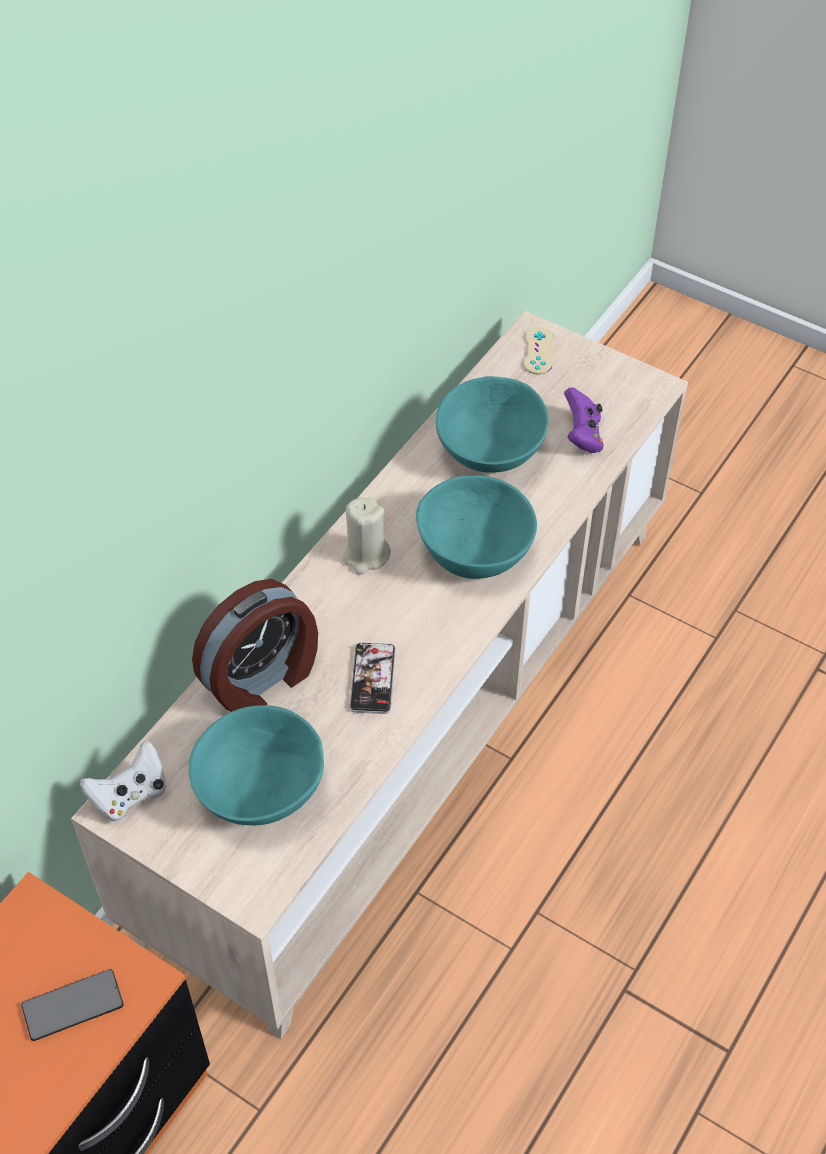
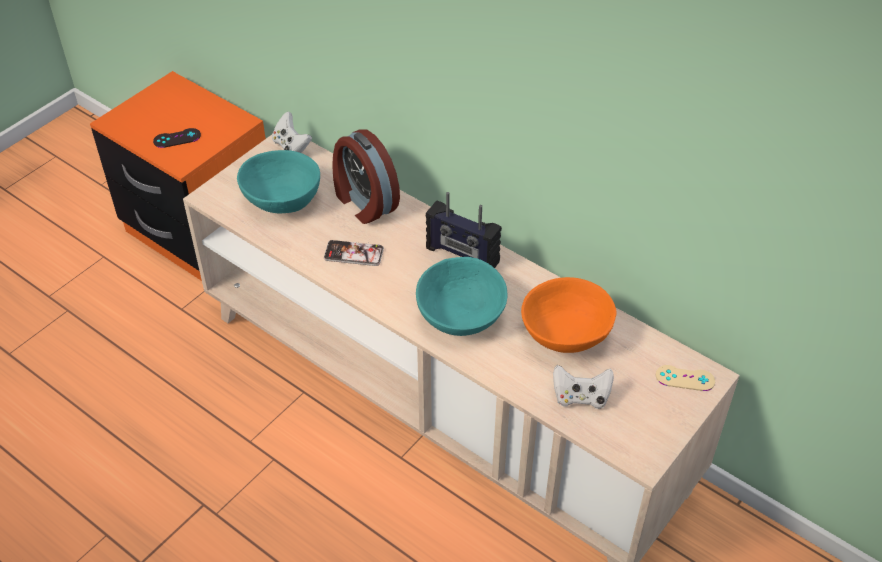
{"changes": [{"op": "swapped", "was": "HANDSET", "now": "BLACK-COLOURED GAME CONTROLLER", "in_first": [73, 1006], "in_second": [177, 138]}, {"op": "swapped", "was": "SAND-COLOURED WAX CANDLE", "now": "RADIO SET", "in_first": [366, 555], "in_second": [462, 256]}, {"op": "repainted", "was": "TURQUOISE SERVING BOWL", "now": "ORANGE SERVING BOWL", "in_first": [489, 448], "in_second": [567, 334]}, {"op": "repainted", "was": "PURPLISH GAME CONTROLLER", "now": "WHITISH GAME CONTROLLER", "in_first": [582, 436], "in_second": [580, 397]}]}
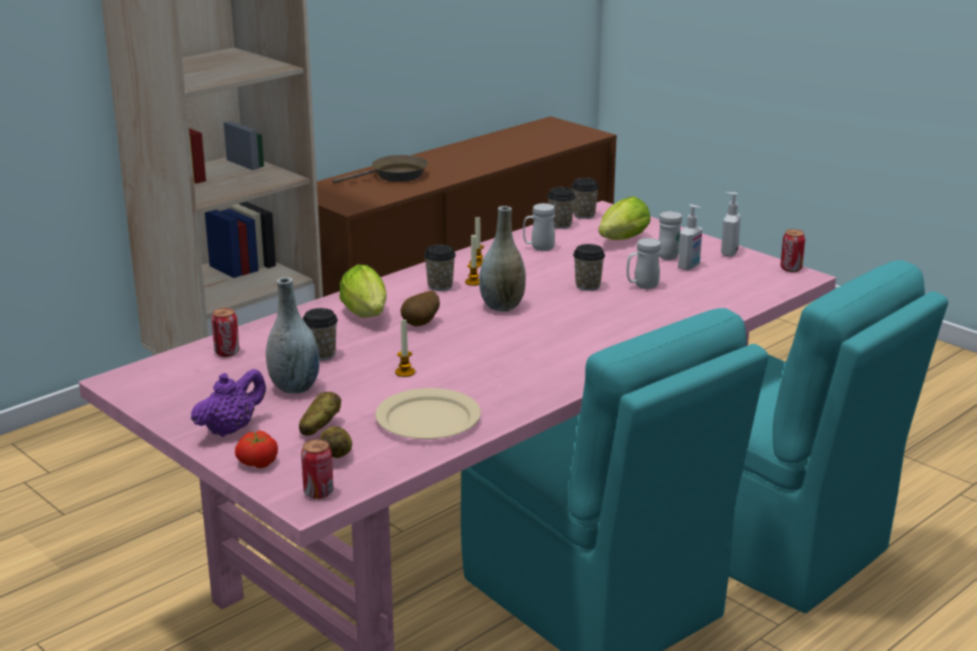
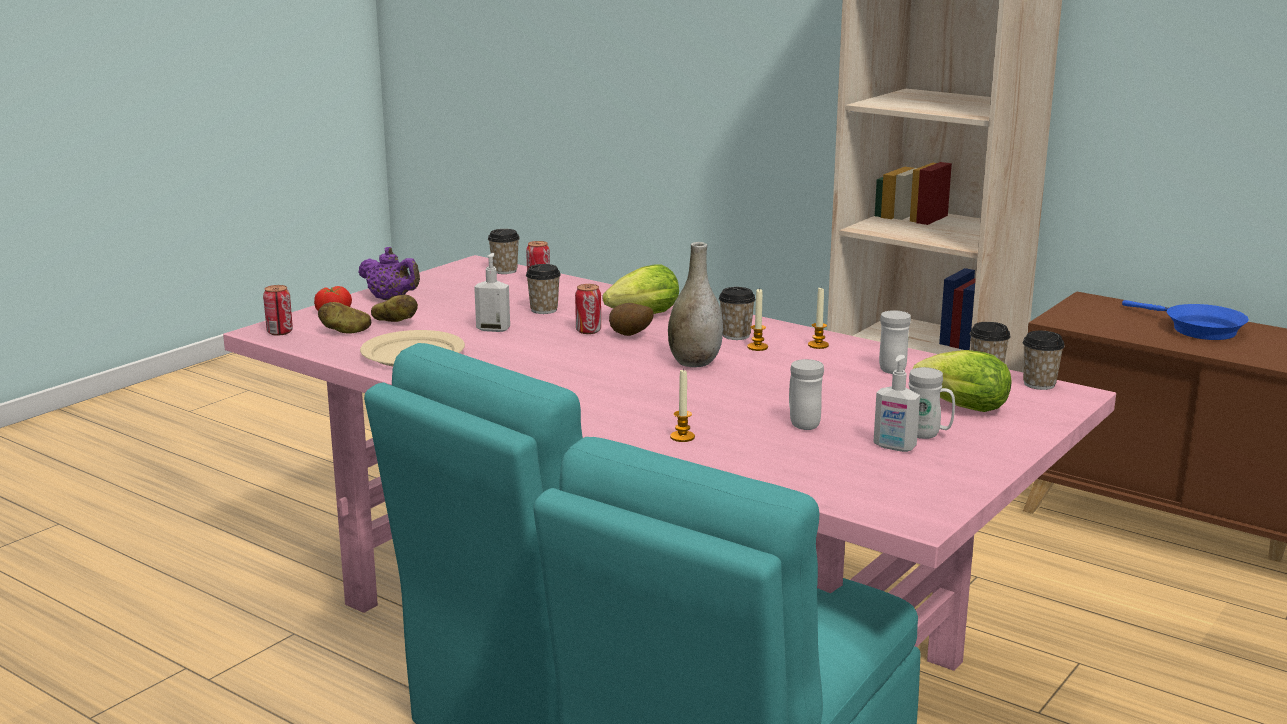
{"changes": [{"op": "shifted", "was": "LIQUID SOAP BOTTLE", "in_first": [728, 253], "in_second": [493, 329]}, {"op": "shifted", "was": "SMALL CUP", "in_first": [588, 286], "in_second": [504, 271]}, {"op": "shifted", "was": "CAN", "in_first": [791, 269], "in_second": [588, 331]}, {"op": "shifted", "was": "WAX CANDLE", "in_first": [405, 372], "in_second": [682, 437]}, {"op": "repainted", "was": "BROWNISH SKILLET", "now": "BLUE SKILLET", "in_first": [395, 176], "in_second": [1197, 329]}, {"op": "gone", "was": "GREYISH DECORATIVE VASE", "in_first": [294, 387]}]}
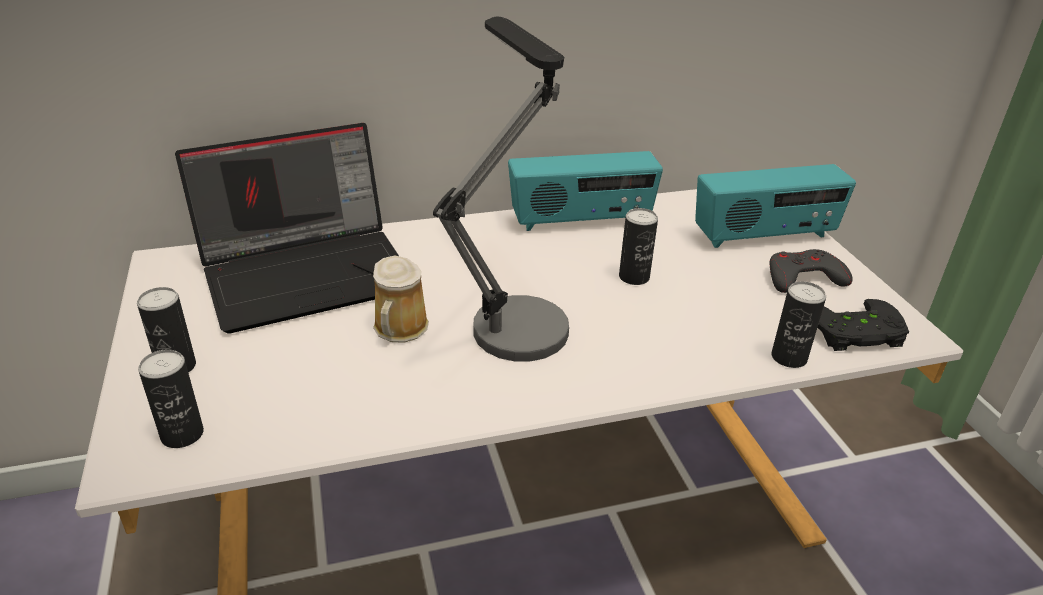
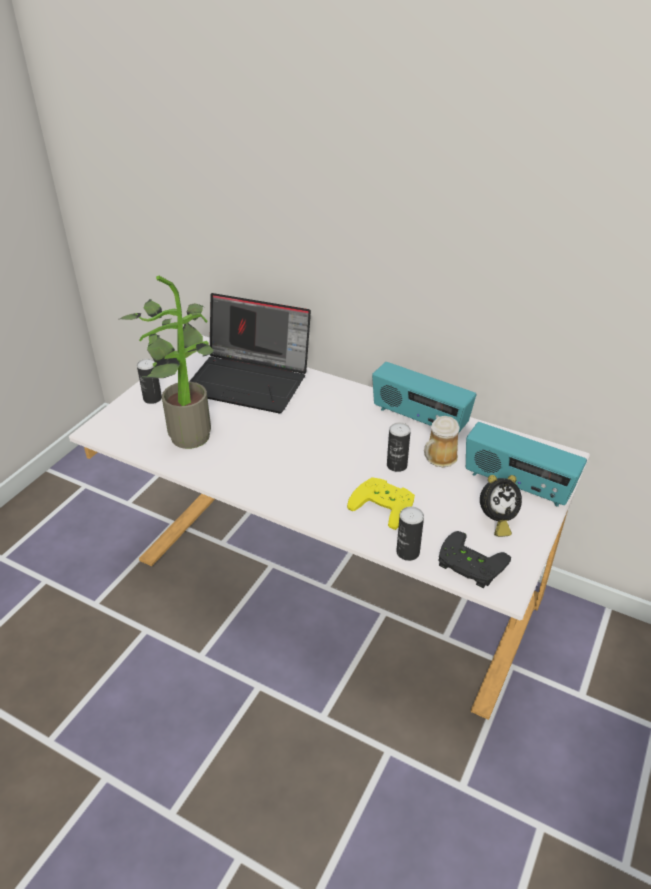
{"changes": [{"op": "new", "now": "PLANT IN A POT", "in_second": [187, 432]}, {"op": "new", "now": "YELLOW GAME CONTROLLER", "in_second": [385, 504]}, {"op": "shifted", "was": "MUG", "in_first": [399, 329], "in_second": [439, 458]}, {"op": "swapped", "was": "GREYISH GAME CONTROLLER", "now": "BEDSIDE CLOCK", "in_first": [803, 278], "in_second": [496, 521]}, {"op": "gone", "was": "CAN", "in_first": [182, 434]}, {"op": "gone", "was": "TABLE LAMP", "in_first": [513, 313]}]}
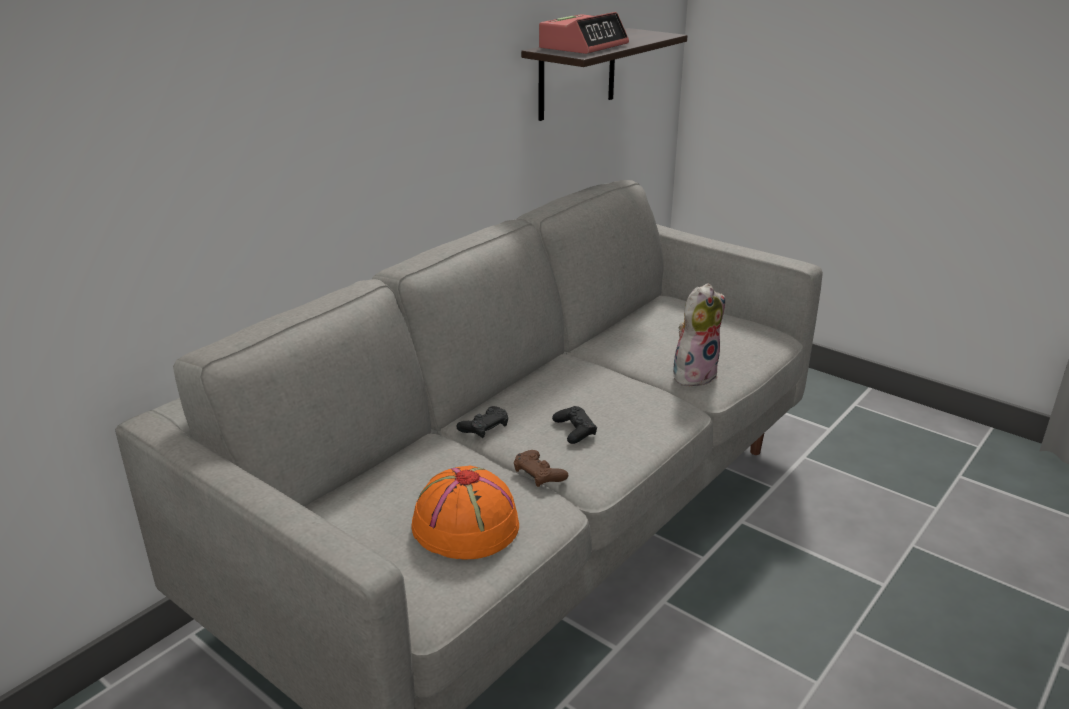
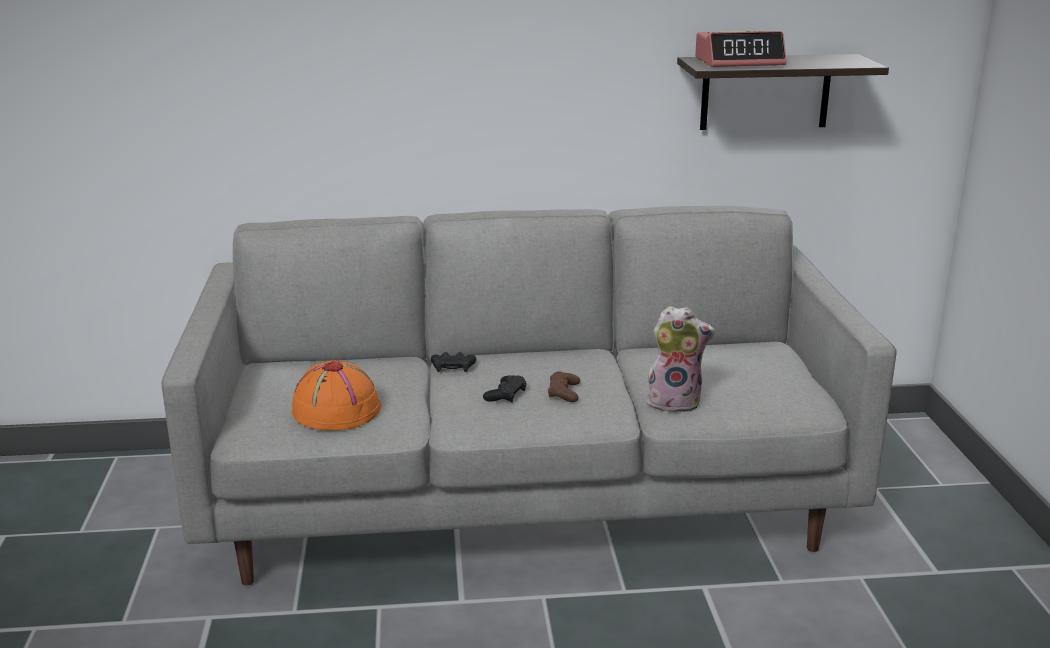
{"changes": [{"op": "shifted", "was": "BROWNISH GAME CONTROLLER", "in_first": [539, 474], "in_second": [564, 392]}]}
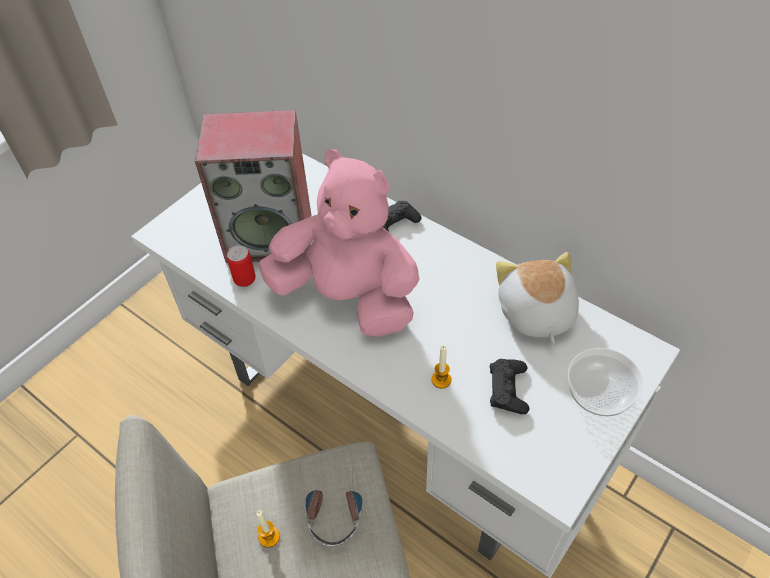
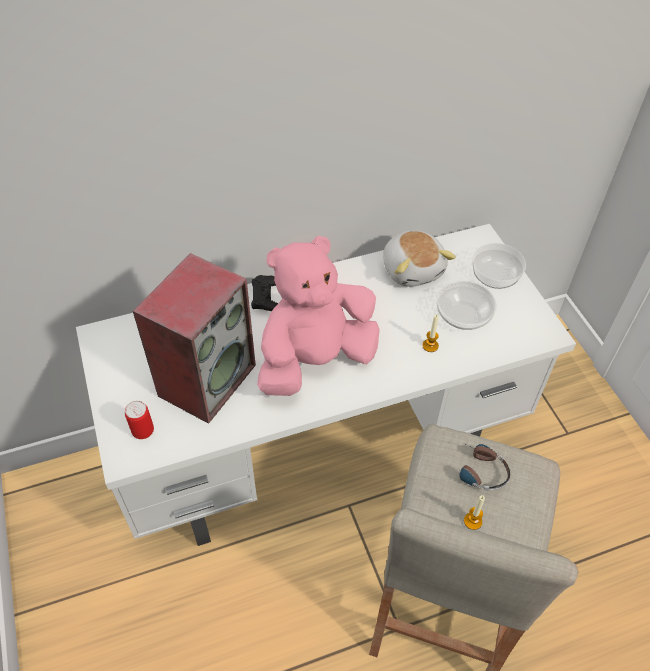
{"changes": [{"op": "shifted", "was": "CAN", "in_first": [245, 280], "in_second": [143, 431]}, {"op": "rotated", "was": "CUDDLY TOY", "in_first": [535, 313], "in_second": [413, 269], "clockwise": -135}, {"op": "swapped", "was": "BLACK-COLOURED GAME CONTROLLER", "now": "SERVING BOWL", "in_first": [508, 389], "in_second": [462, 316]}]}
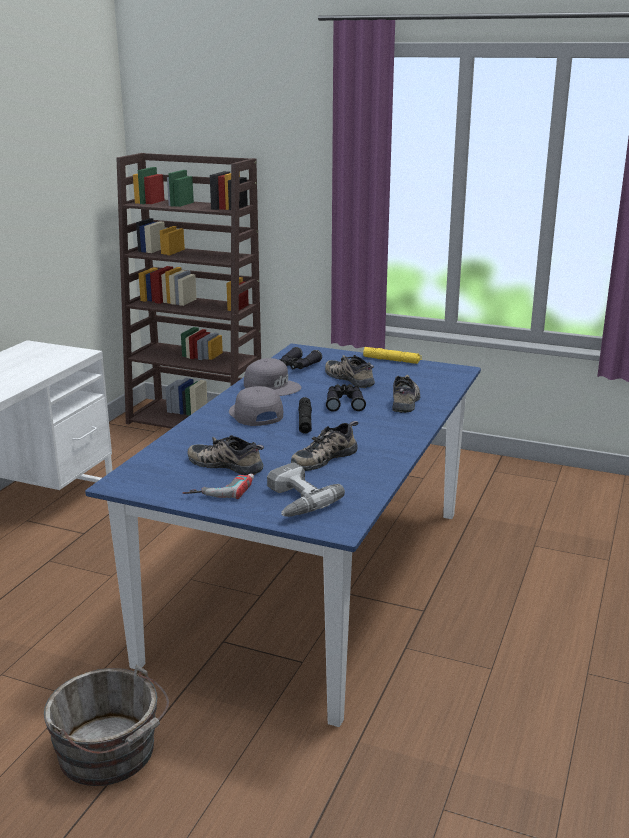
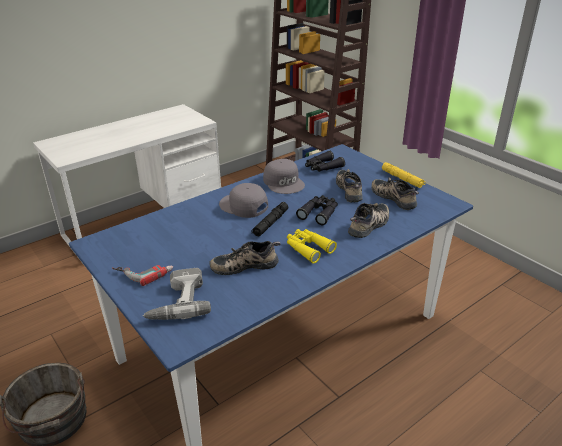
{"changes": [{"op": "rotated", "was": "GREYISH CAP", "in_first": [255, 414], "in_second": [243, 206], "clockwise": -60}, {"op": "new", "now": "YELLOW FIELD GLASSES", "in_second": [308, 248]}, {"op": "shifted", "was": "LOW SHOE", "in_first": [227, 464], "in_second": [395, 197]}]}
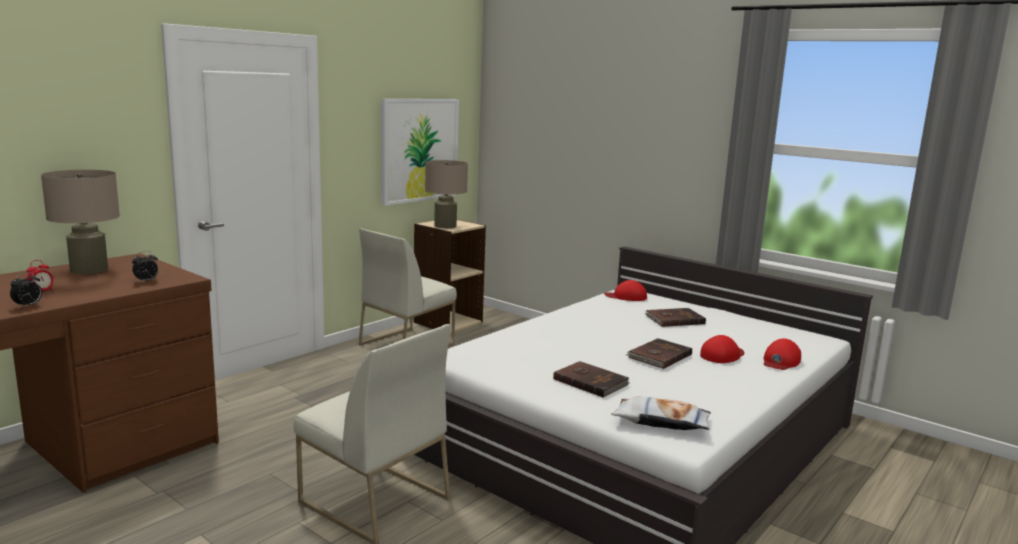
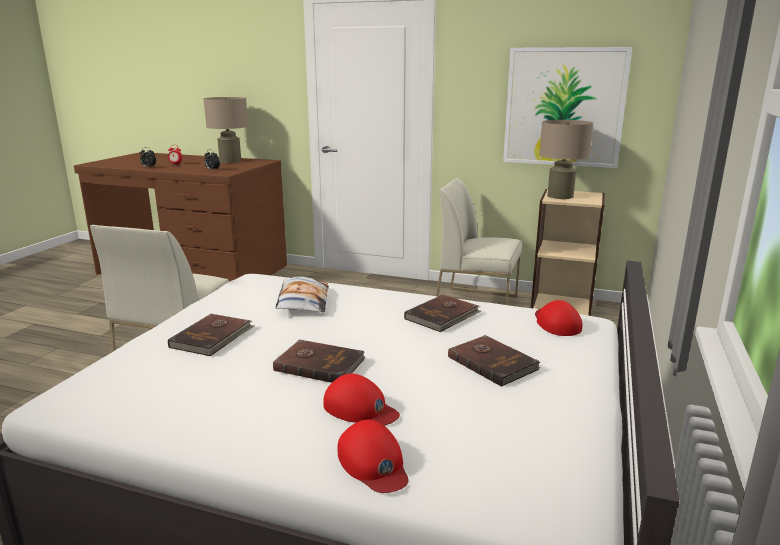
{"changes": [{"op": "shifted", "was": "PILLOW", "in_first": [661, 422], "in_second": [302, 301]}, {"op": "rotated", "was": "REDDISH CAP", "in_first": [780, 361], "in_second": [373, 463], "clockwise": -135}, {"op": "new", "now": "BROWNISH VOLUME", "in_second": [443, 316]}]}
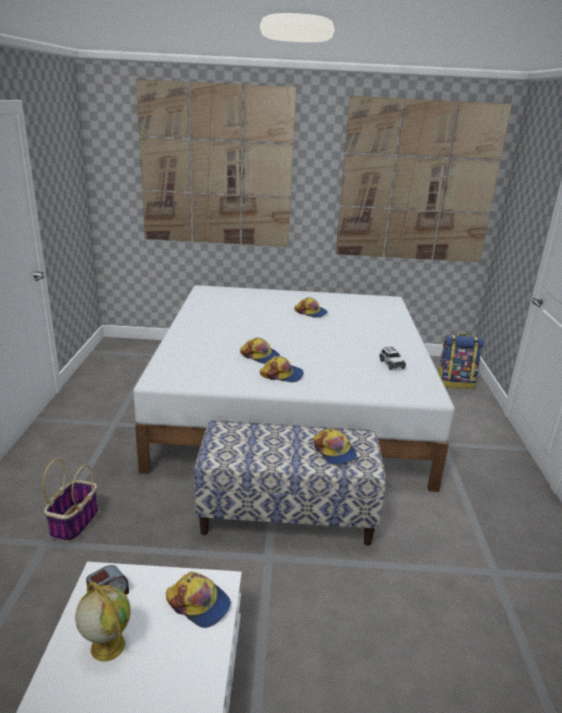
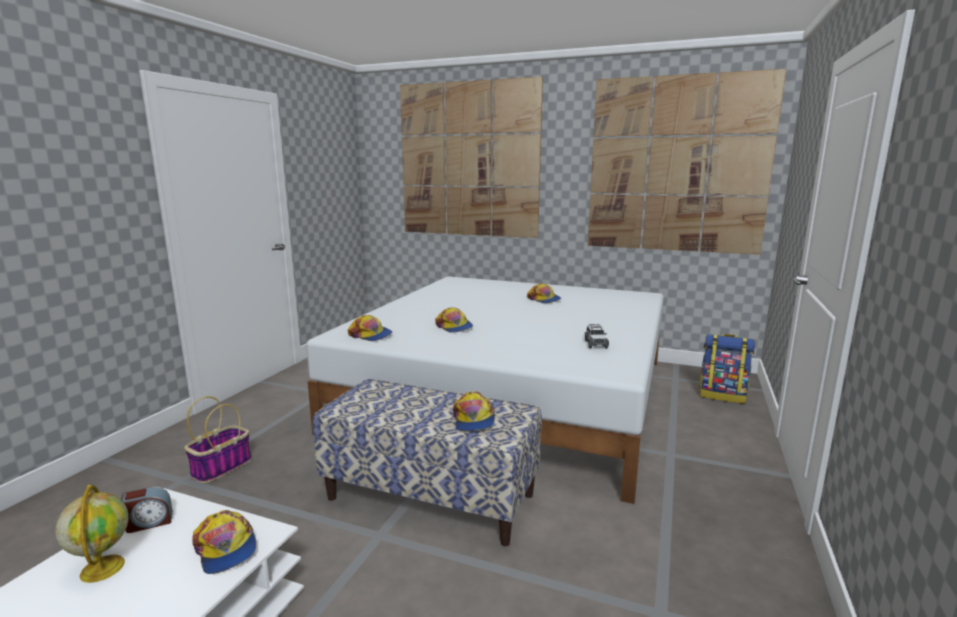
{"changes": [{"op": "shifted", "was": "CAP", "in_first": [282, 375], "in_second": [370, 335]}]}
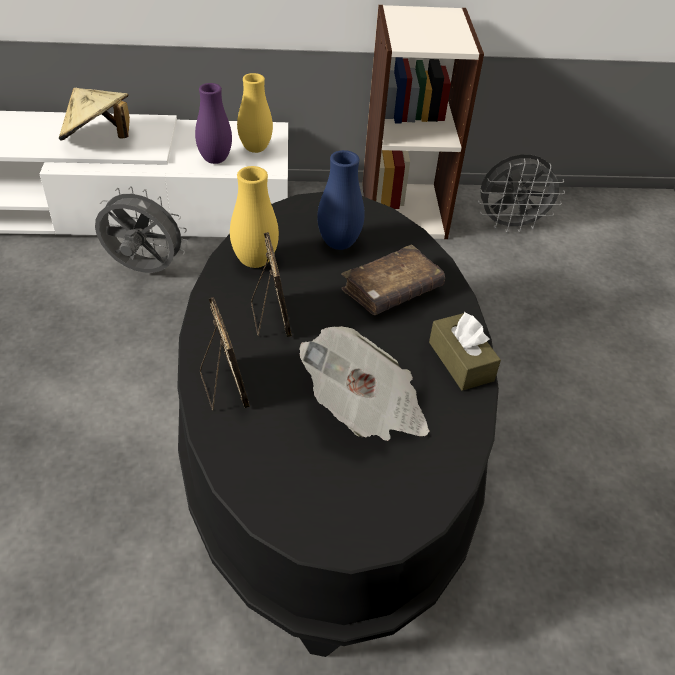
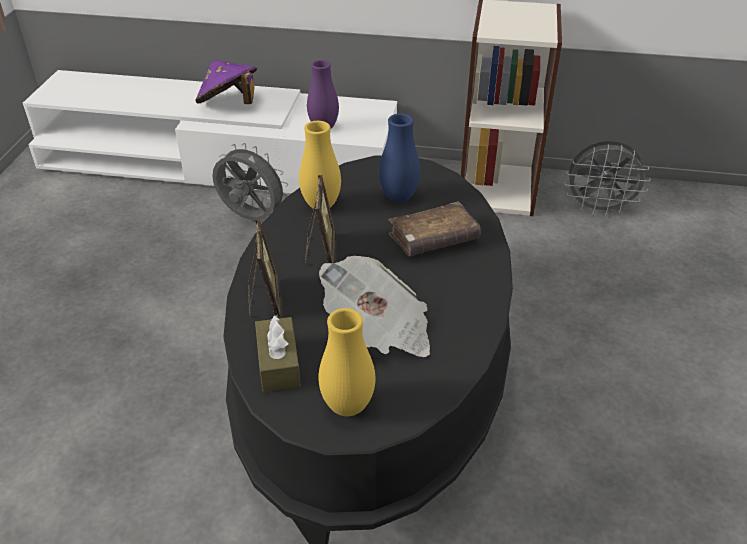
{"changes": [{"op": "repainted", "was": "SAND-COLOURED WEARABLE HAT", "now": "PURPLISH WEARABLE HAT", "in_first": [98, 140], "in_second": [229, 105]}, {"op": "shifted", "was": "BROWNISH BOX OF TISSUES", "in_first": [461, 361], "in_second": [278, 364]}, {"op": "shifted", "was": "YELLOW DECORATIVE VASE", "in_first": [255, 149], "in_second": [347, 406]}]}
